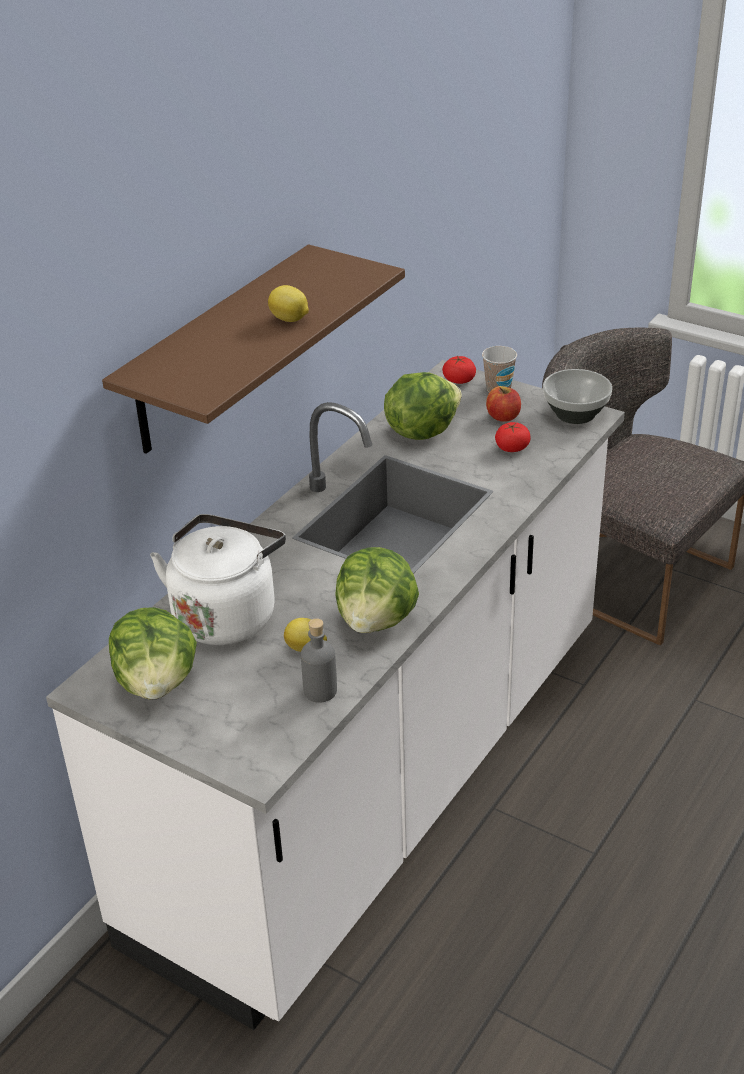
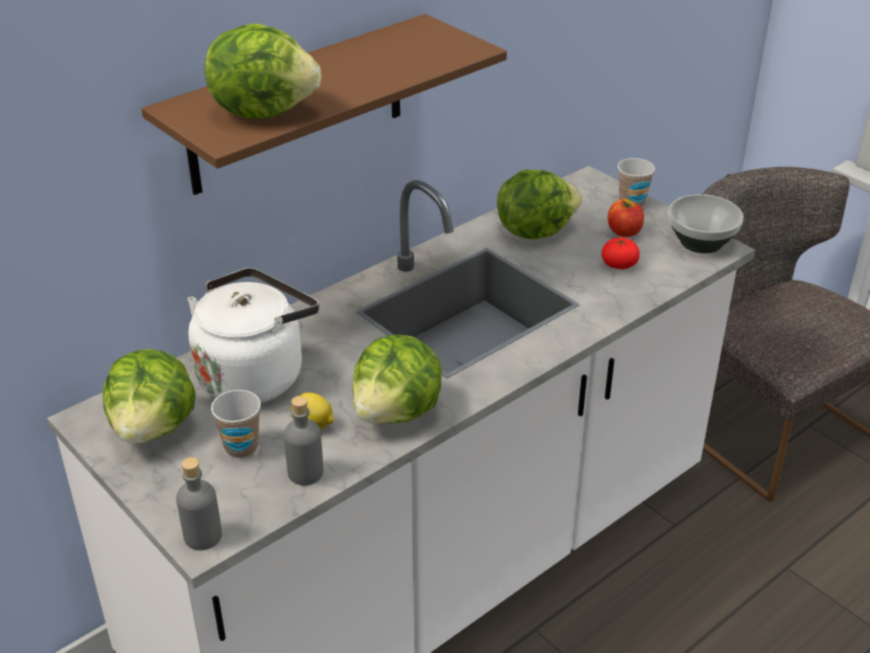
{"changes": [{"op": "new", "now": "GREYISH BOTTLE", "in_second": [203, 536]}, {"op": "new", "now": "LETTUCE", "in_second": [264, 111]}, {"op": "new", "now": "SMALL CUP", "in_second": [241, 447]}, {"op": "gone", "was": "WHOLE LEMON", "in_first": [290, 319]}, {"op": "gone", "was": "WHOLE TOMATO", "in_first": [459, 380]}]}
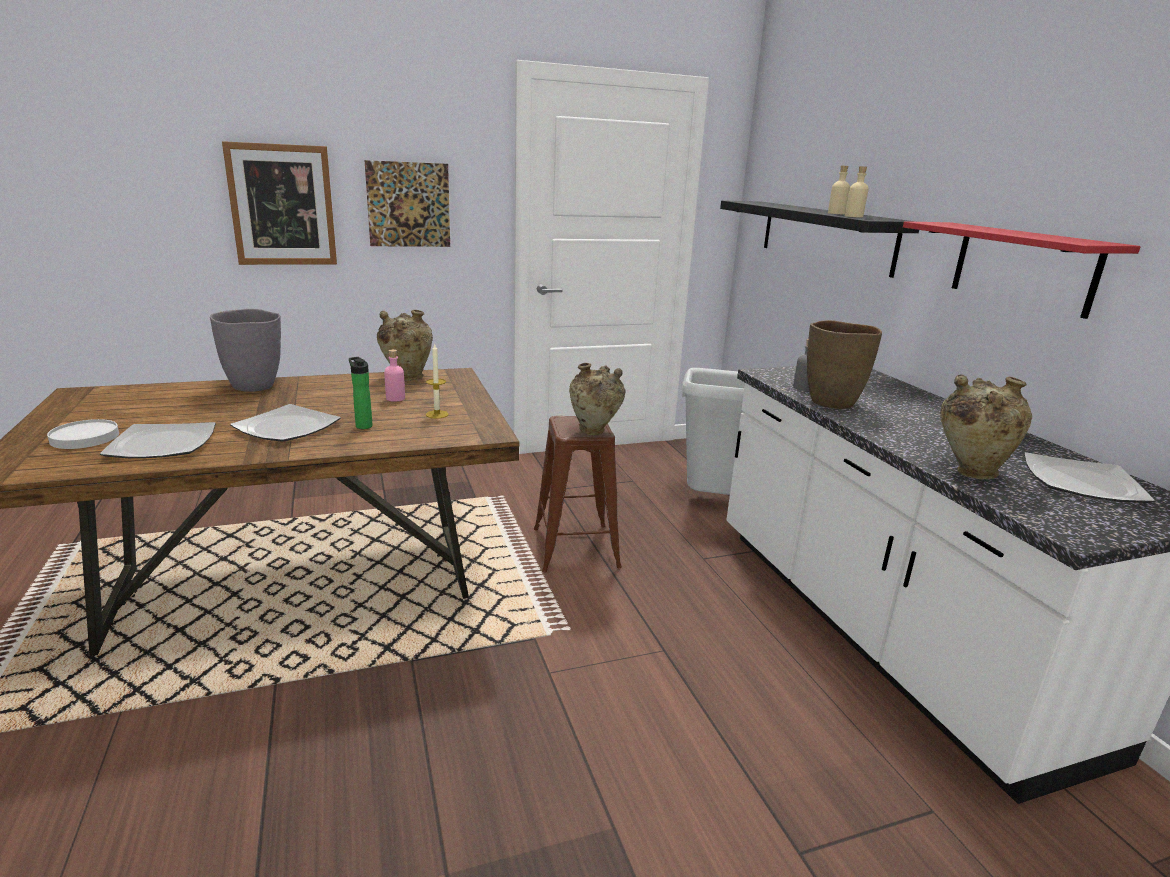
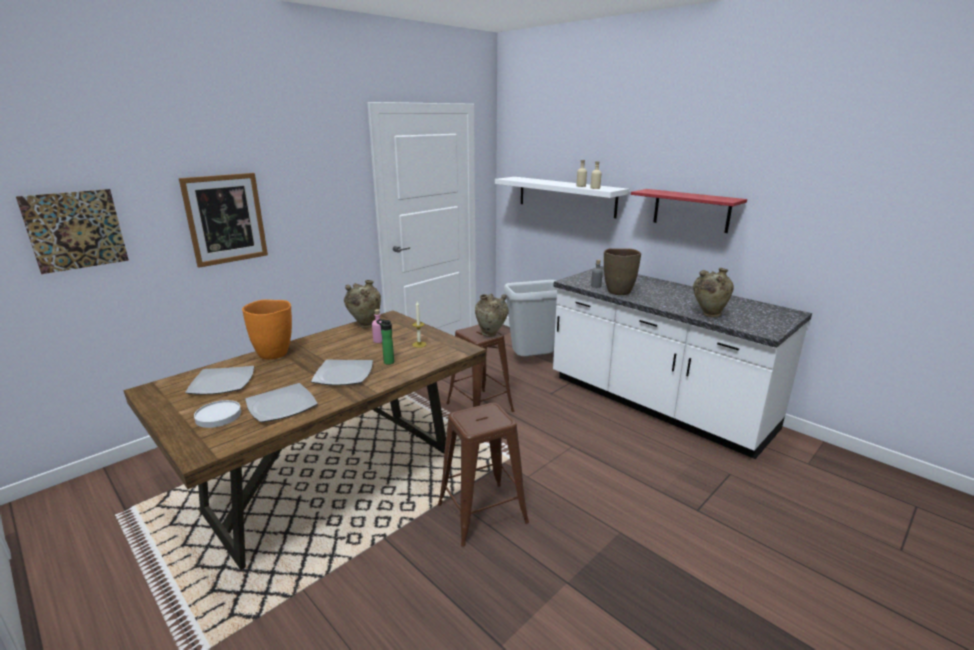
{"changes": [{"op": "shifted", "was": "PICTURE", "in_first": [408, 205], "in_second": [76, 230]}, {"op": "shifted", "was": "DINNER PLATE", "in_first": [1080, 482], "in_second": [222, 382]}, {"op": "repainted", "was": "GREYISH DECORATIVE VASE", "now": "ORANGE DECORATIVE VASE", "in_first": [255, 386], "in_second": [274, 354]}, {"op": "new", "now": "BROWNISH SITTING STOOL", "in_second": [482, 513]}, {"op": "repainted", "was": "BLACK-COLOURED BRACKET SHELF", "now": "WHITISH BRACKET SHELF", "in_first": [825, 235], "in_second": [566, 196]}]}
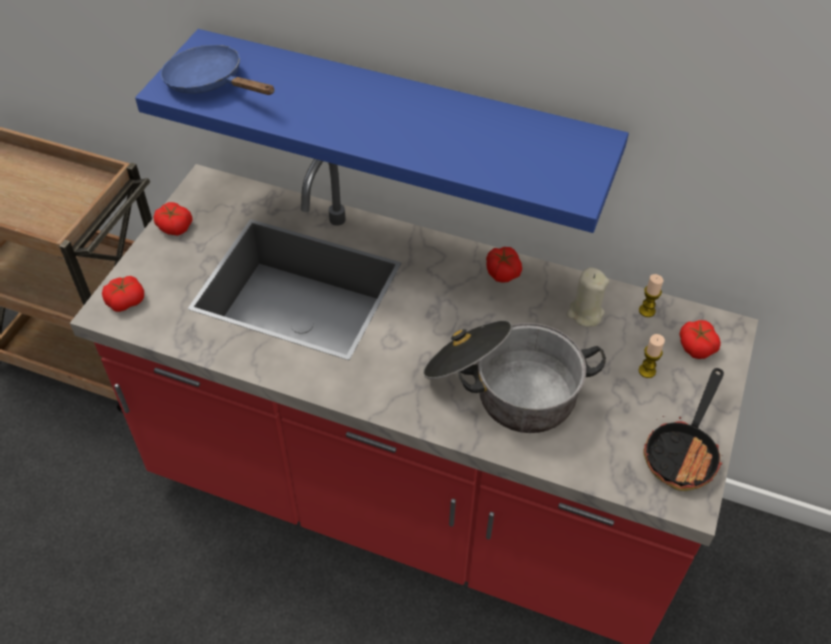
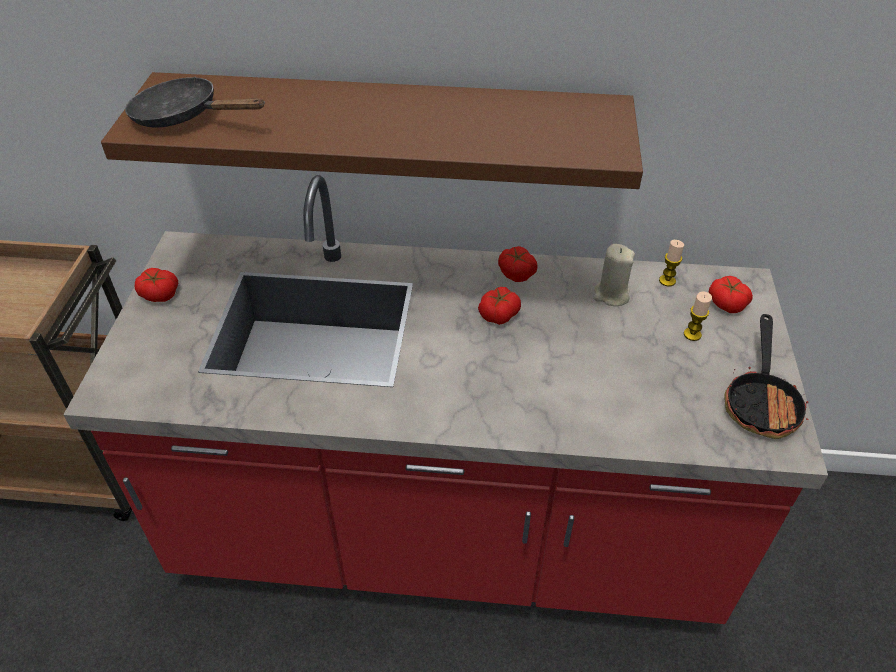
{"changes": [{"op": "repainted", "was": "BLUE BRACKET SHELF", "now": "BROWNISH BRACKET SHELF", "in_first": [402, 117], "in_second": [390, 129]}, {"op": "repainted", "was": "BLUE SKILLET", "now": "BLACK-COLOURED SKILLET", "in_first": [211, 83], "in_second": [184, 116]}, {"op": "shifted", "was": "WHOLE TOMATO", "in_first": [125, 301], "in_second": [498, 314]}, {"op": "gone", "was": "STOCKPOT", "in_first": [504, 387]}]}
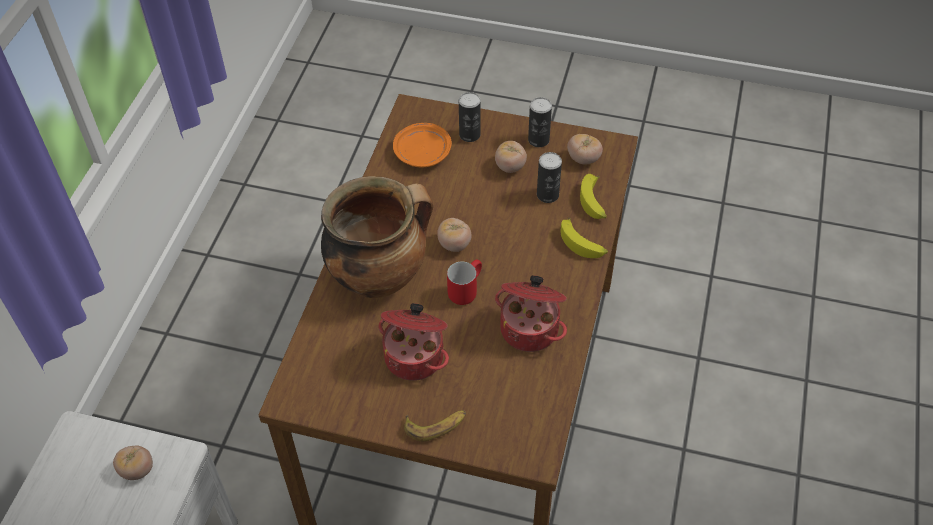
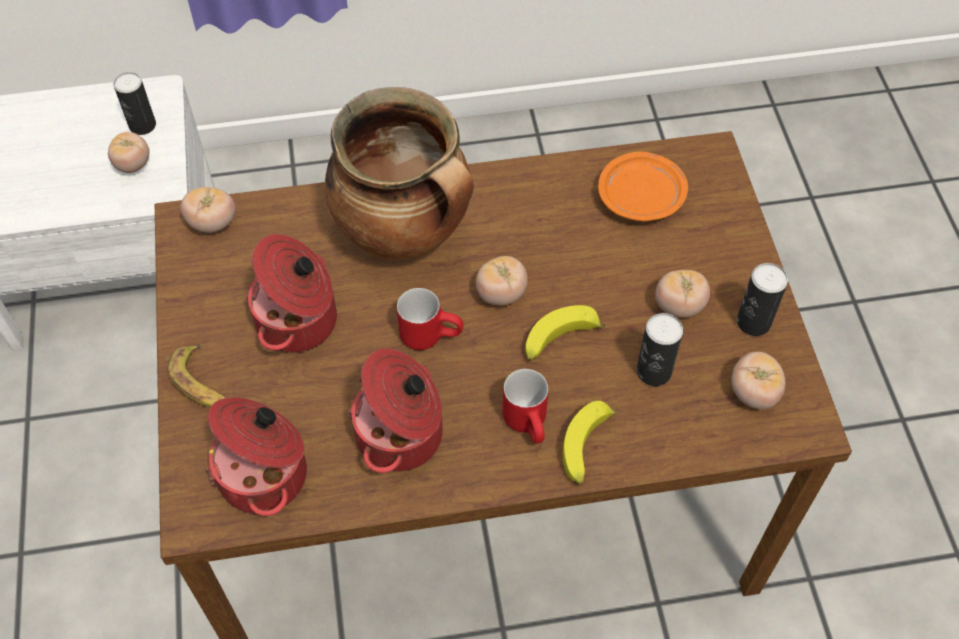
{"changes": [{"op": "shifted", "was": "CAN", "in_first": [469, 135], "in_second": [142, 125]}, {"op": "new", "now": "WHOLE TOMATO", "in_second": [212, 223]}, {"op": "new", "now": "STOCKPOT", "in_second": [266, 474]}, {"op": "new", "now": "REDDISH MUG", "in_second": [530, 423]}, {"op": "shifted", "was": "BANANA FRUIT", "in_first": [594, 202], "in_second": [559, 341]}]}
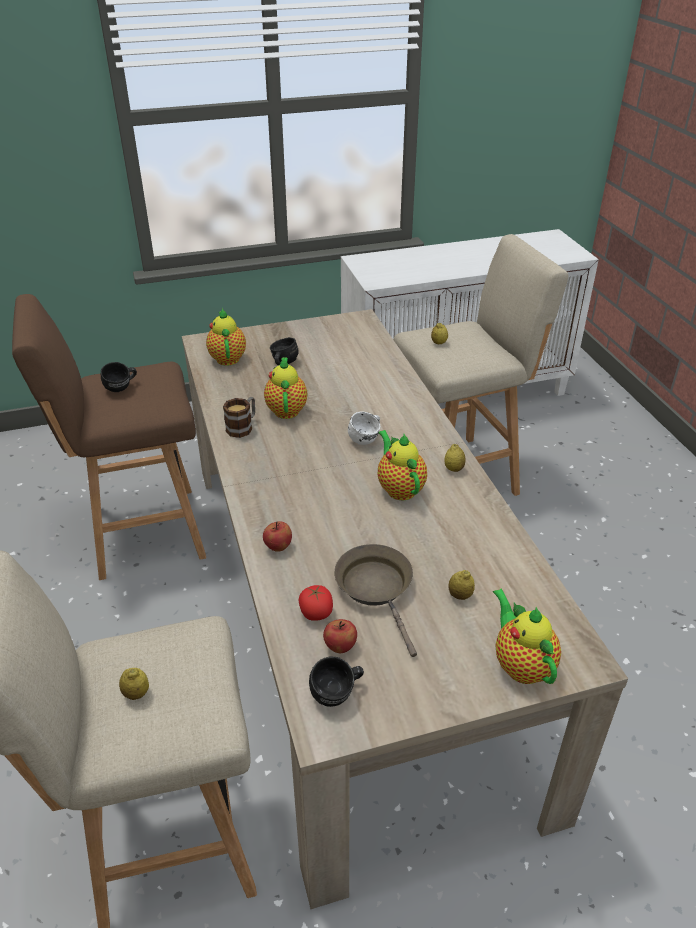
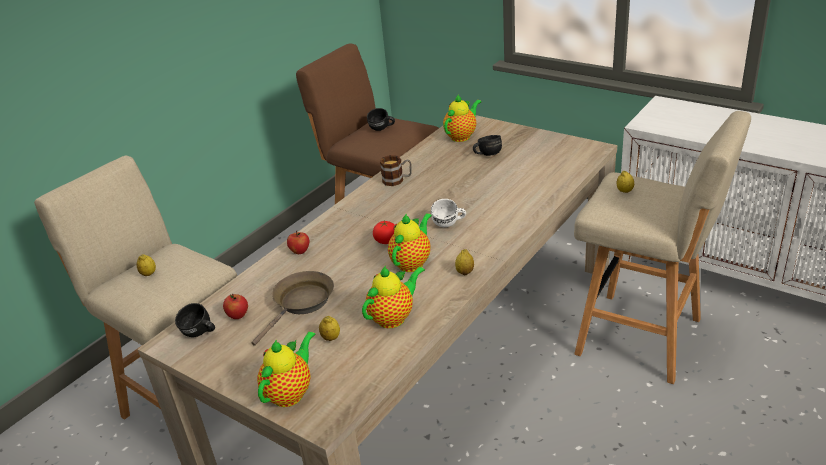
{"changes": [{"op": "shifted", "was": "TEA POT", "in_first": [286, 409], "in_second": [394, 317]}, {"op": "shifted", "was": "WHOLE TOMATO", "in_first": [316, 613], "in_second": [386, 241]}]}
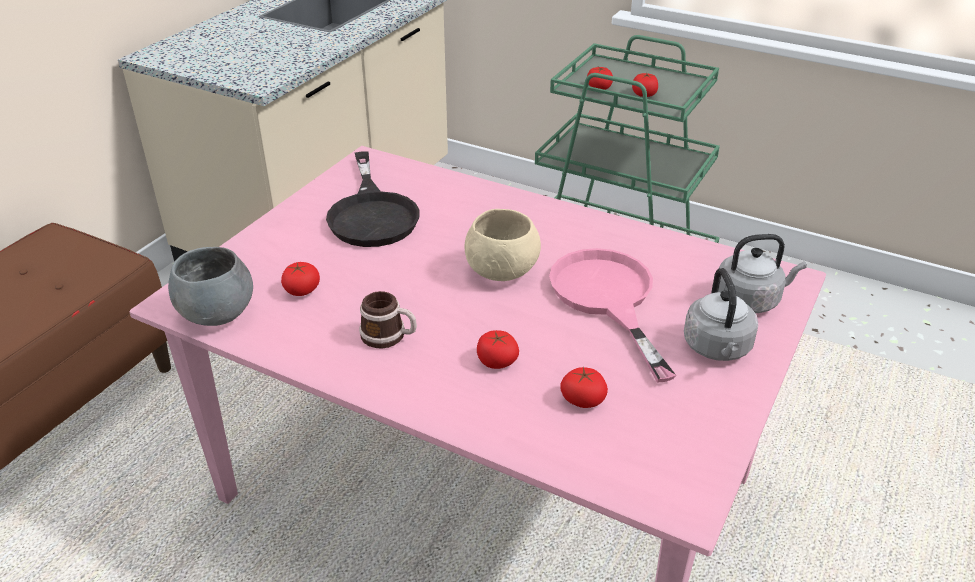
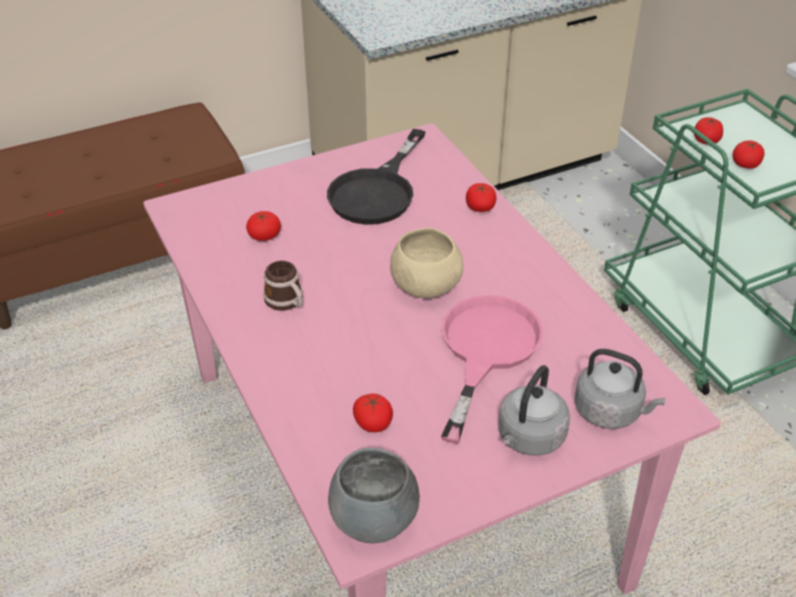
{"changes": [{"op": "shifted", "was": "GREYISH SERVING BOWL", "in_first": [218, 313], "in_second": [375, 519]}, {"op": "shifted", "was": "WHOLE TOMATO", "in_first": [497, 361], "in_second": [480, 207]}]}
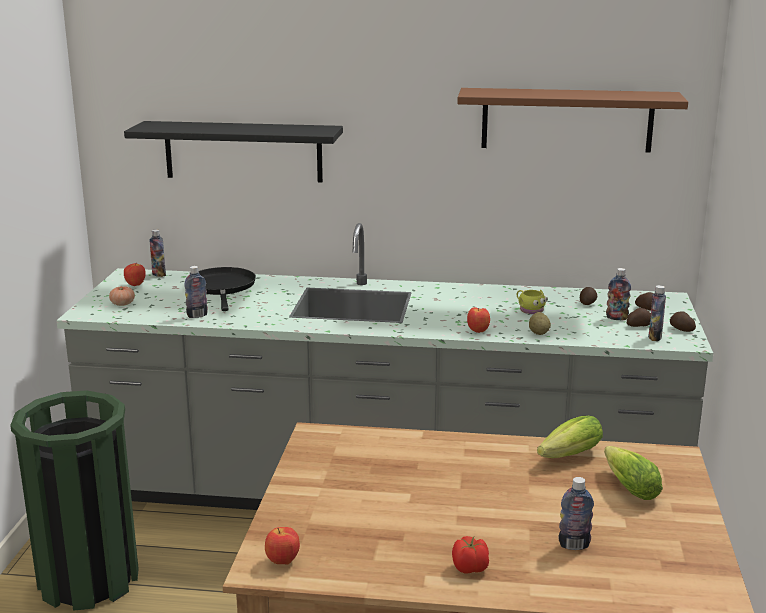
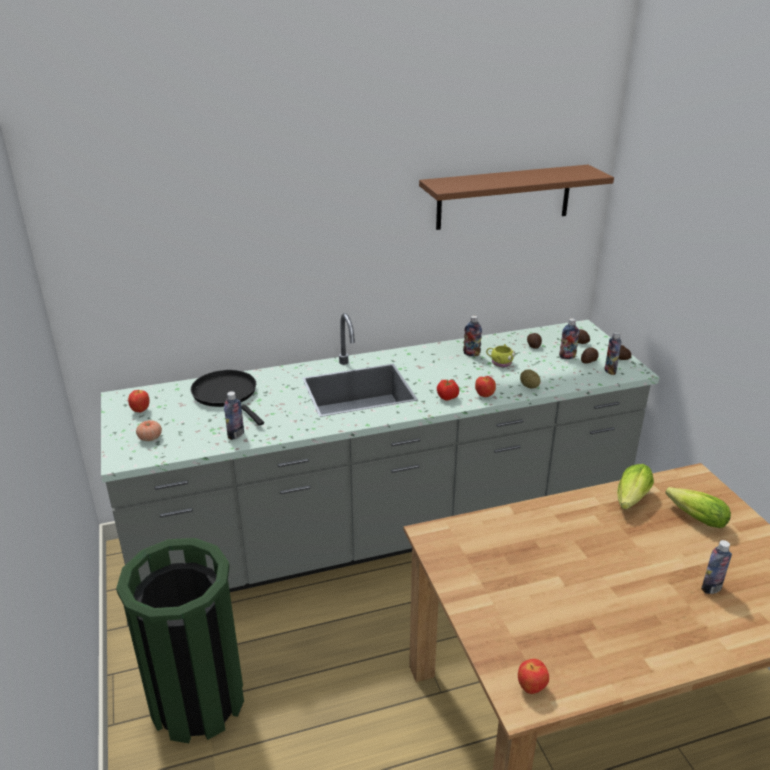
{"changes": [{"op": "shifted", "was": "WHOLE TOMATO", "in_first": [470, 568], "in_second": [447, 397]}, {"op": "shifted", "was": "BOTTLE", "in_first": [159, 274], "in_second": [471, 354]}, {"op": "gone", "was": "BLACK-COLOURED BRACKET SHELF", "in_first": [243, 151]}]}
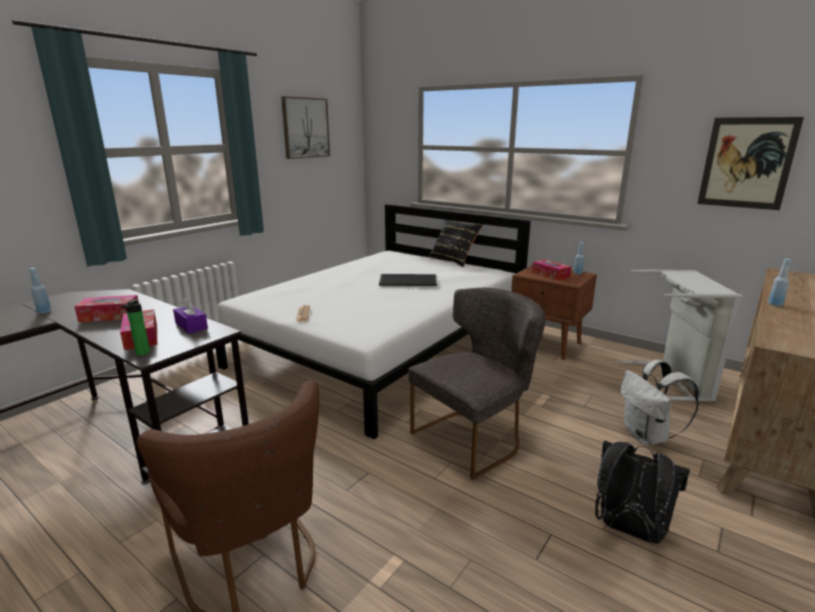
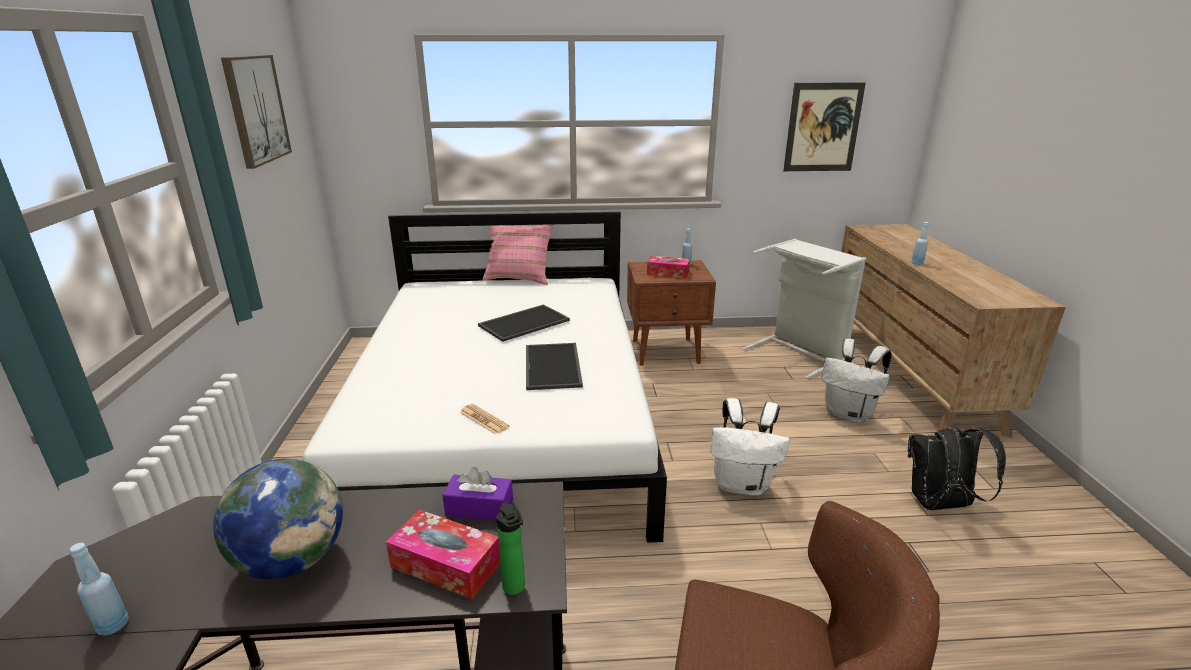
{"changes": [{"op": "swapped", "was": "BOX OF TISSUES", "now": "GLOBE", "in_first": [110, 316], "in_second": [292, 560]}, {"op": "repainted", "was": "BLACK-COLOURED PILLOW", "now": "PINK PILLOW", "in_first": [454, 260], "in_second": [519, 277]}, {"op": "new", "now": "SERVING TRAY", "in_second": [554, 366]}, {"op": "swapped", "was": "GREYISH CHAIR", "now": "WHITISH KNAPSACK", "in_first": [475, 437], "in_second": [742, 484]}]}
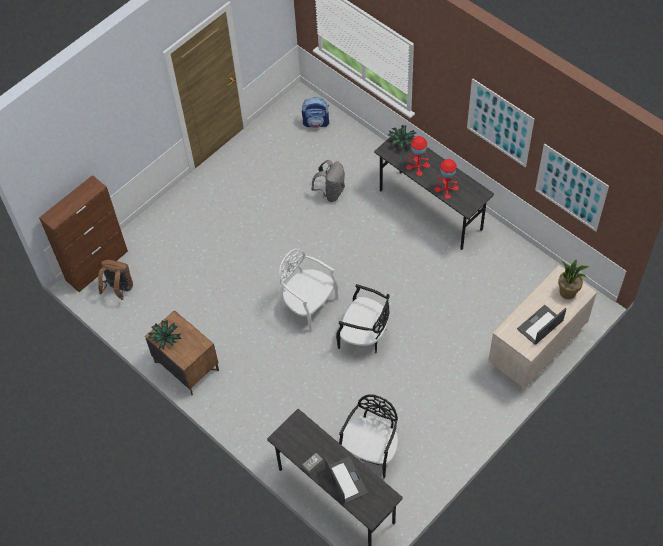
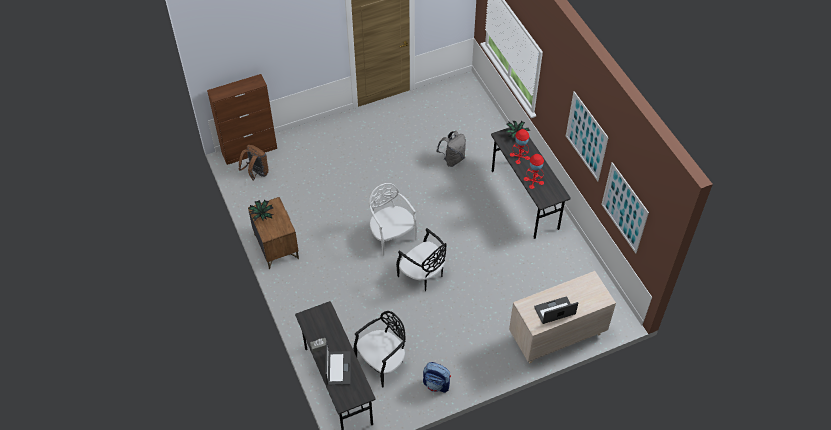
{"changes": [{"op": "shifted", "was": "KNAPSACK", "in_first": [316, 122], "in_second": [437, 384]}, {"op": "gone", "was": "PLANT IN A POT", "in_first": [568, 292]}]}
